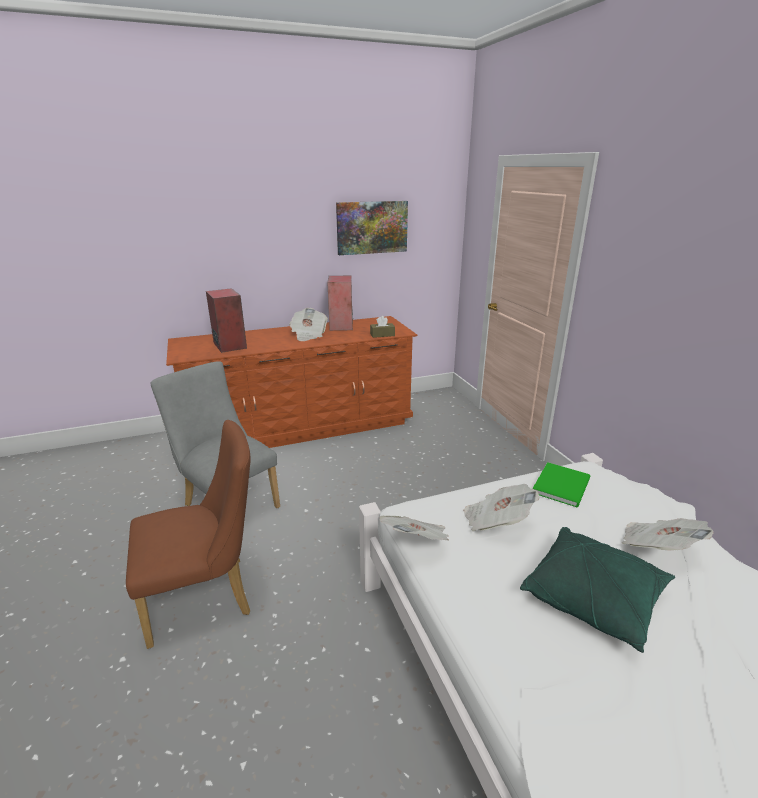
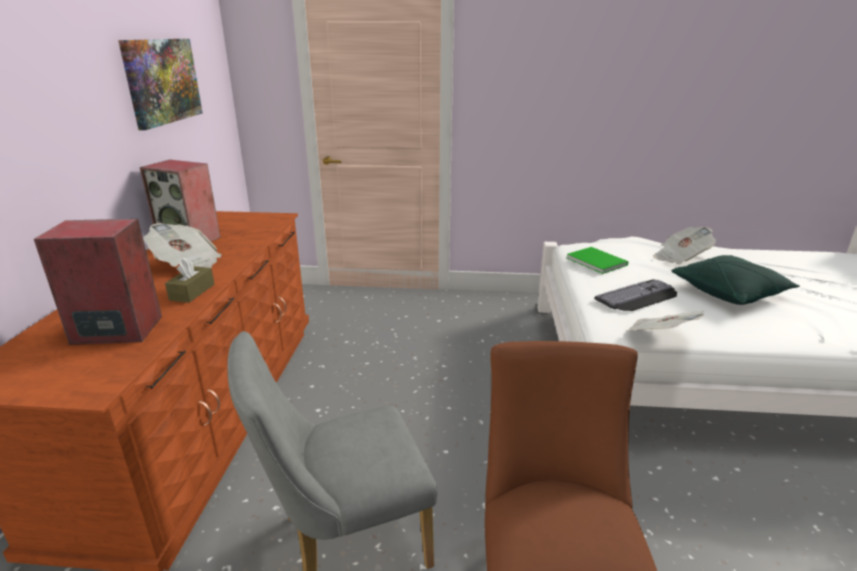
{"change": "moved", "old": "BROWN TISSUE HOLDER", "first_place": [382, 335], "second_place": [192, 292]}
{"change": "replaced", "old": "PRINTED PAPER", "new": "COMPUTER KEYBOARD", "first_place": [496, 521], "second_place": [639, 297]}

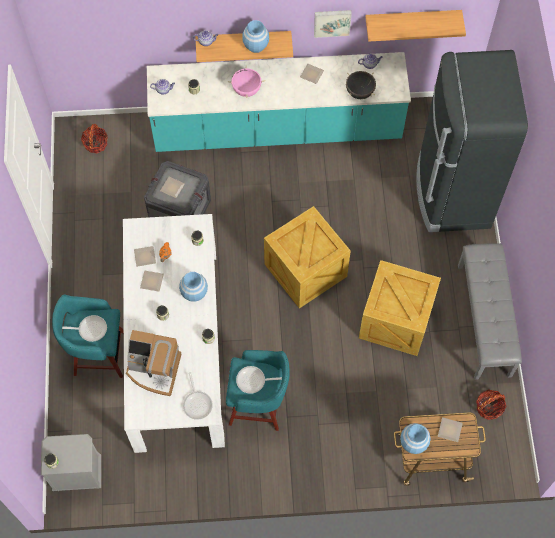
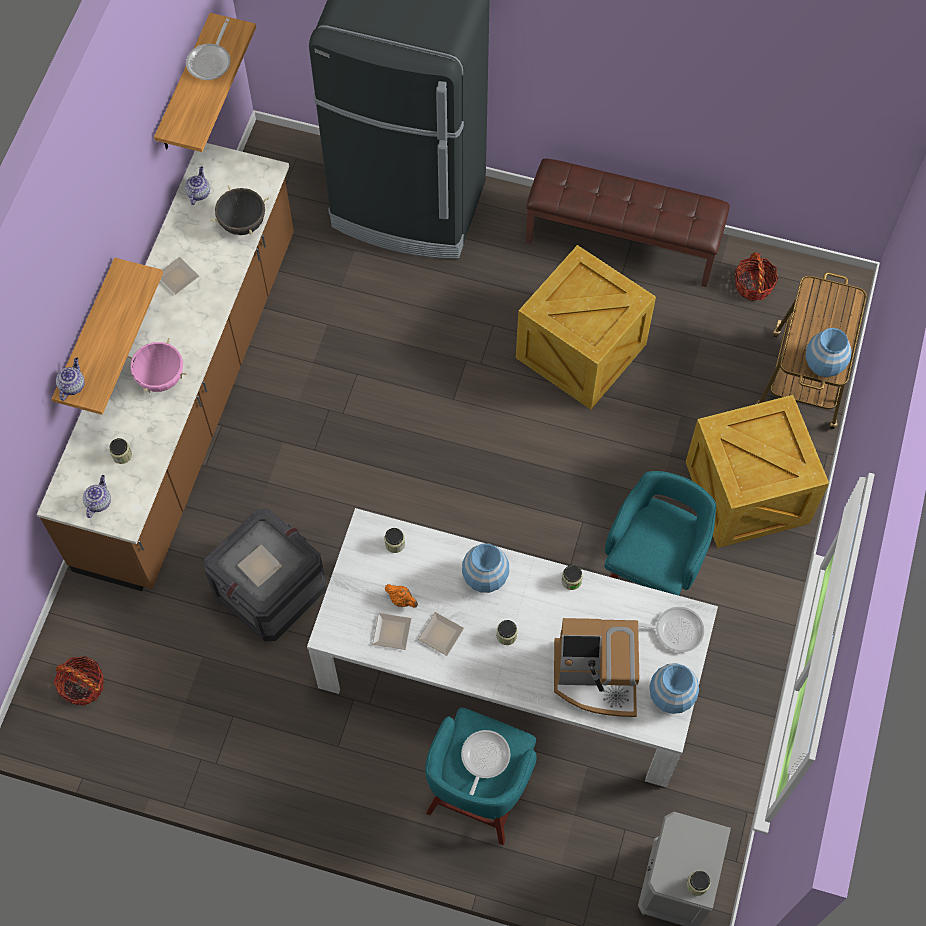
{"change": "turned", "old": "COFFEE BREWER", "first_place": [154, 369], "second_place": [596, 677], "degrees": 60}
{"change": "recoloured", "old": "TURQUOISE COUNTER", "new": "BROWN COUNTER", "first_place": [277, 130], "second_place": [191, 399]}
{"change": "moved", "old": "PAN", "first_place": [254, 381], "second_place": [211, 61]}
{"change": "moved", "old": "BLUE VASE", "first_place": [255, 45], "second_place": [671, 696]}
{"change": "moved", "old": "SHIPPING CRATE", "first_place": [305, 269], "second_place": [745, 491]}
{"change": "removed", "old": "PICTURE", "first_place": [332, 22]}
{"change": "removed", "old": "PLATE", "first_place": [450, 429]}
{"change": "recoloured", "old": "GRAY INDOOR BENCH", "new": "BROWN INDOOR BENCH", "first_place": [484, 320], "second_place": [622, 241]}

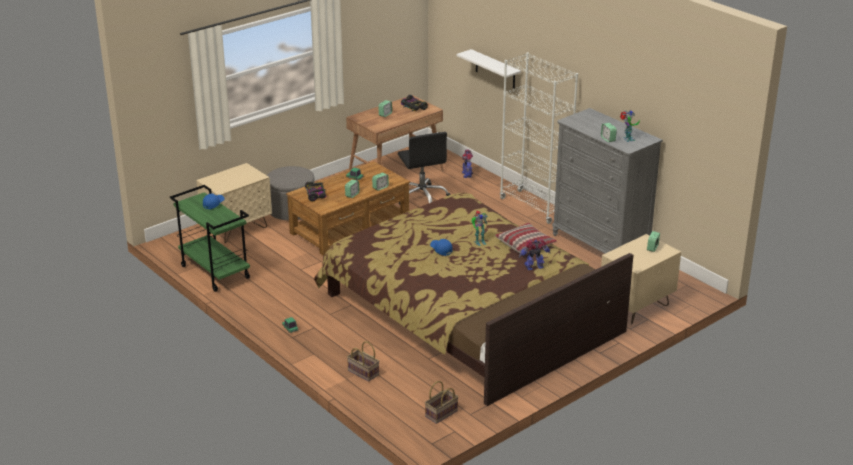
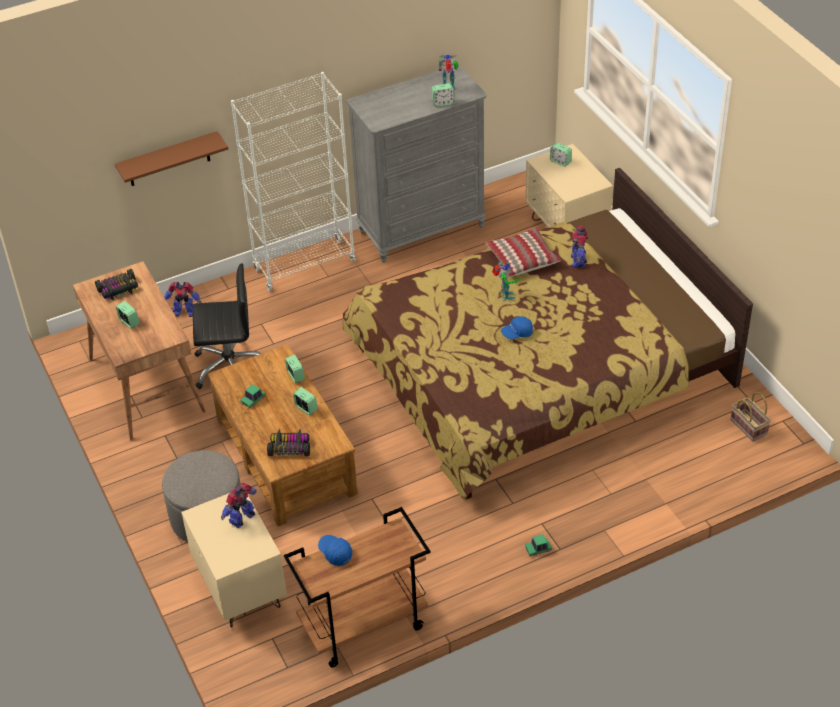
{"change": "recoloured", "old": "GREEN WHEELED CART", "new": "BROWN WHEELED CART", "first_place": [214, 272], "second_place": [363, 626]}
{"change": "removed", "old": "BASKET", "first_place": [362, 372]}
{"change": "recoloured", "old": "WHITE-COLOURED SHELF", "new": "BROWN SHELF", "first_place": [495, 69], "second_place": [168, 160]}
{"change": "added", "new": "TOY ROBOT", "second_place": [243, 519]}

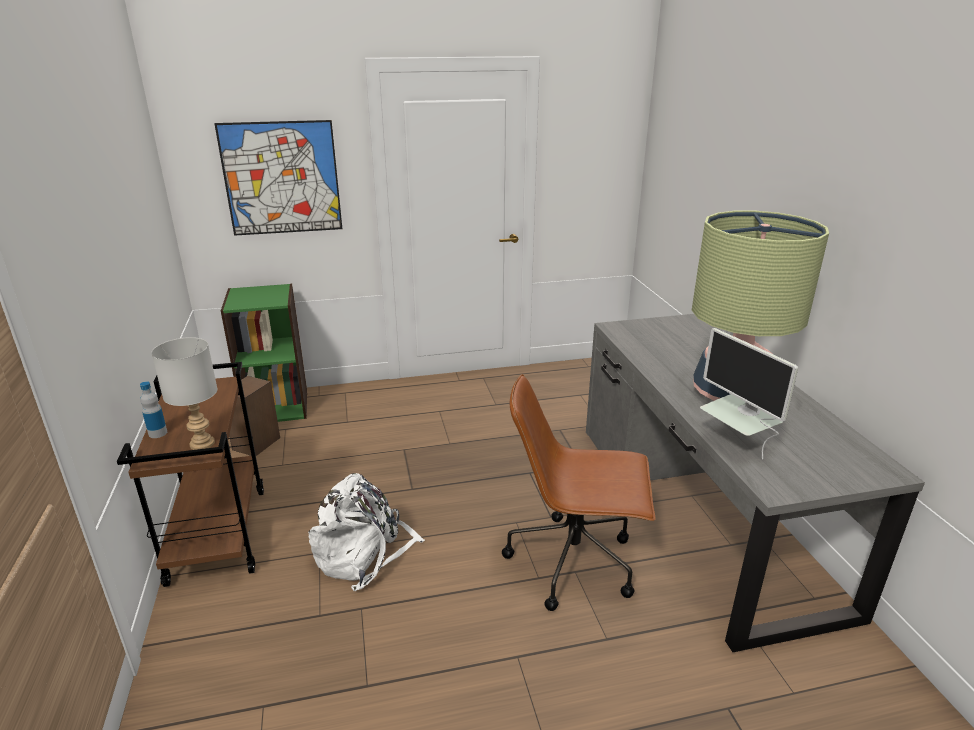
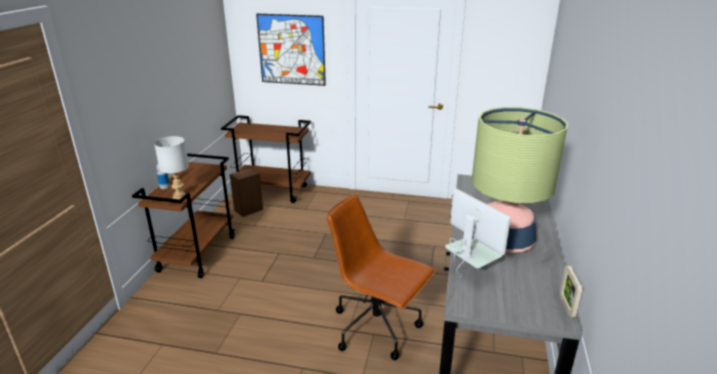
{"change": "replaced", "old": "GREEN BOOKSHELF", "new": "BROWN WHEELED CART", "first_place": [276, 407], "second_place": [273, 191]}
{"change": "removed", "old": "WHITE-COLOURED RUCKSACK", "first_place": [364, 553]}
{"change": "turned", "old": "COMPUTER DISPLAY", "first_place": [737, 443], "second_place": [469, 272], "degrees": 150}
{"change": "added", "new": "PHOTO FRAME", "second_place": [566, 306]}

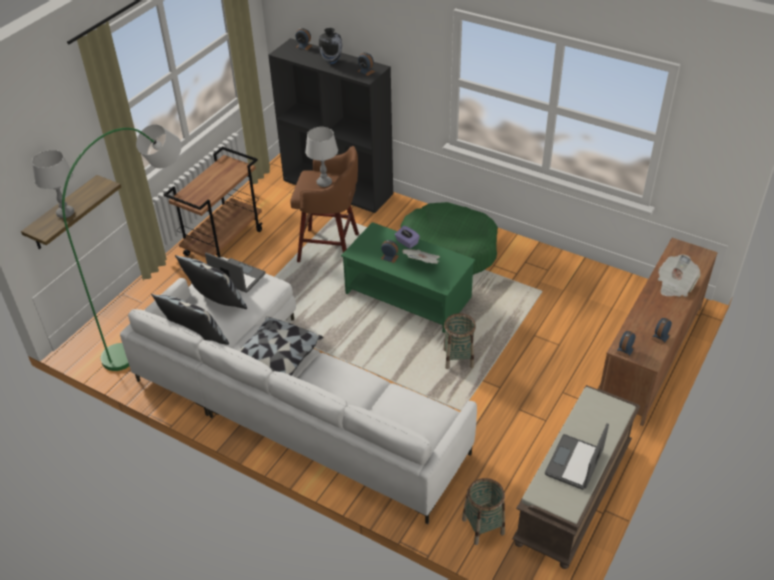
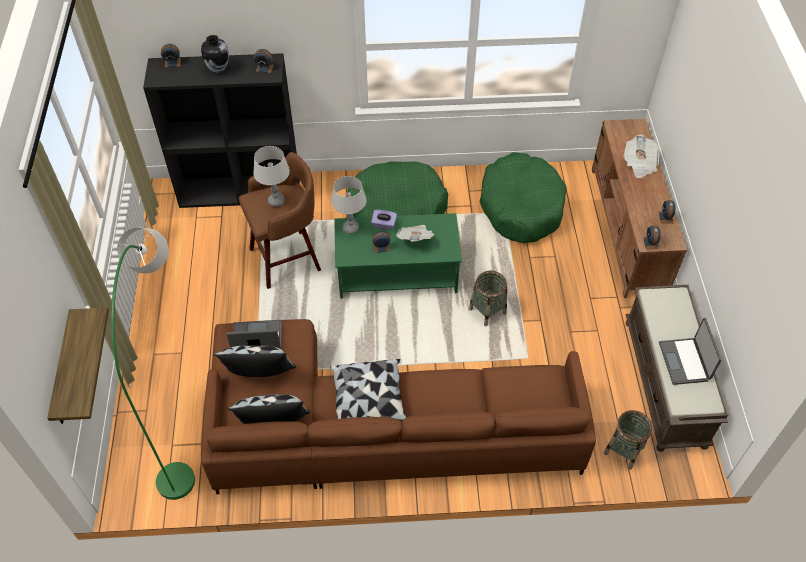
{"change": "moved", "old": "GRAY TABLE LAMP", "first_place": [65, 213], "second_place": [350, 228]}
{"change": "recoloured", "old": "WHITE-COLOURED SETTEE", "new": "BROWN SETTEE", "first_place": [289, 398], "second_place": [376, 428]}
{"change": "removed", "old": "BROWN WHEELED CART", "first_place": [224, 242]}
{"change": "added", "new": "GREEN DOG CUSHION", "second_place": [521, 206]}

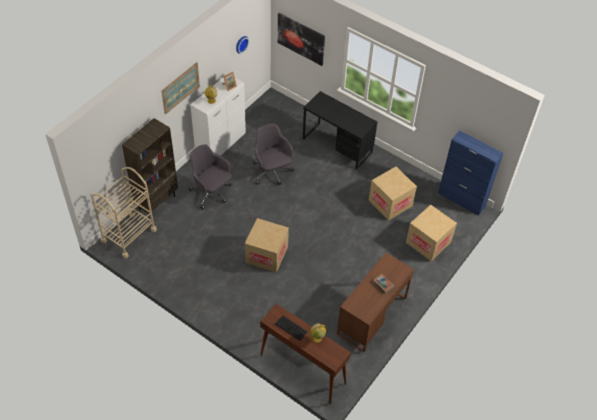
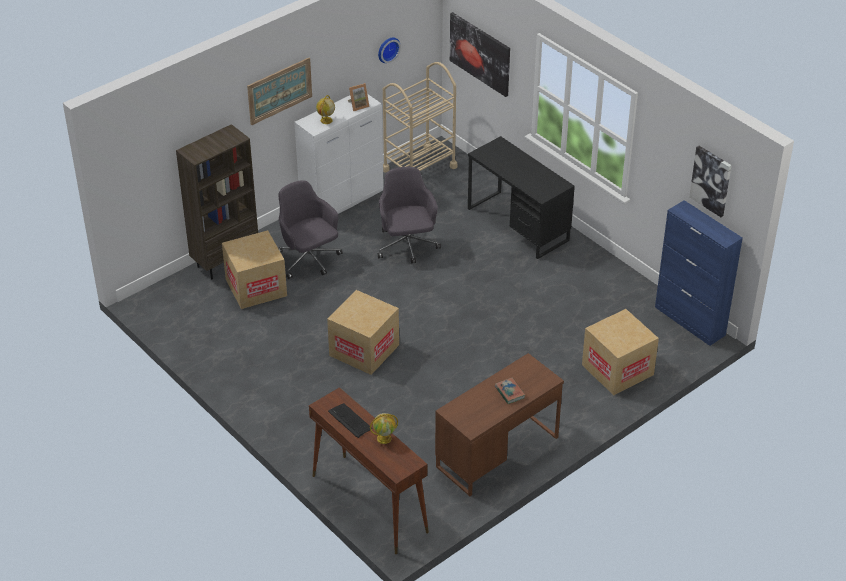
{"change": "moved", "old": "BEIGE-COLOURED WHEELED CART", "first_place": [129, 235], "second_place": [419, 168]}
{"change": "moved", "old": "CARTON", "first_place": [390, 203], "second_place": [256, 287]}
{"change": "added", "new": "PICTURE", "second_place": [711, 180]}

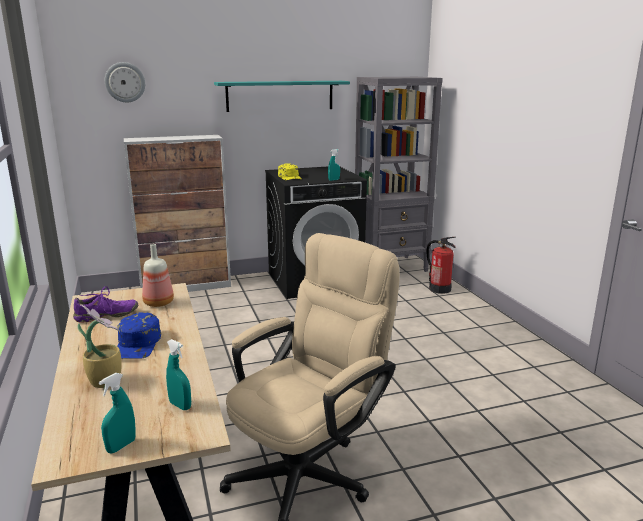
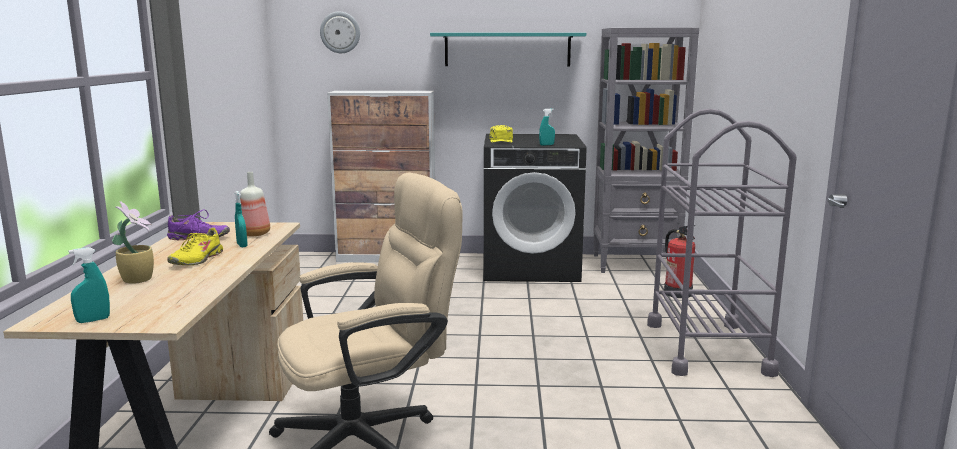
{"change": "replaced", "old": "BLUE CAP", "new": "YELLOWISH ITEM OF FOOTWEAR", "first_place": [138, 344], "second_place": [196, 260]}
{"change": "moved", "old": "TURQUOISE SPRAY BOTTLE", "first_place": [180, 405], "second_place": [242, 245]}
{"change": "added", "new": "GRAY WHEELED CART", "second_place": [707, 348]}

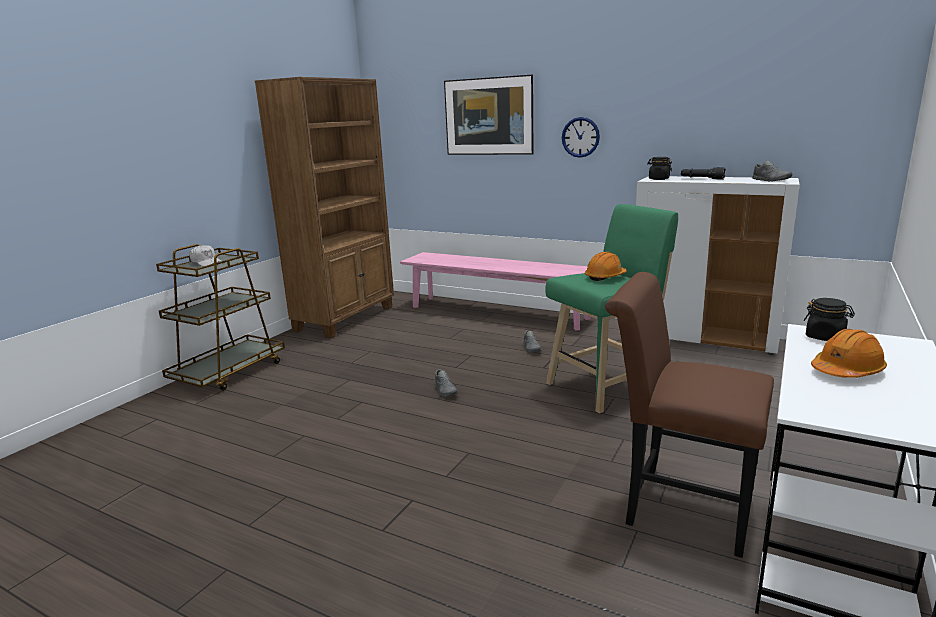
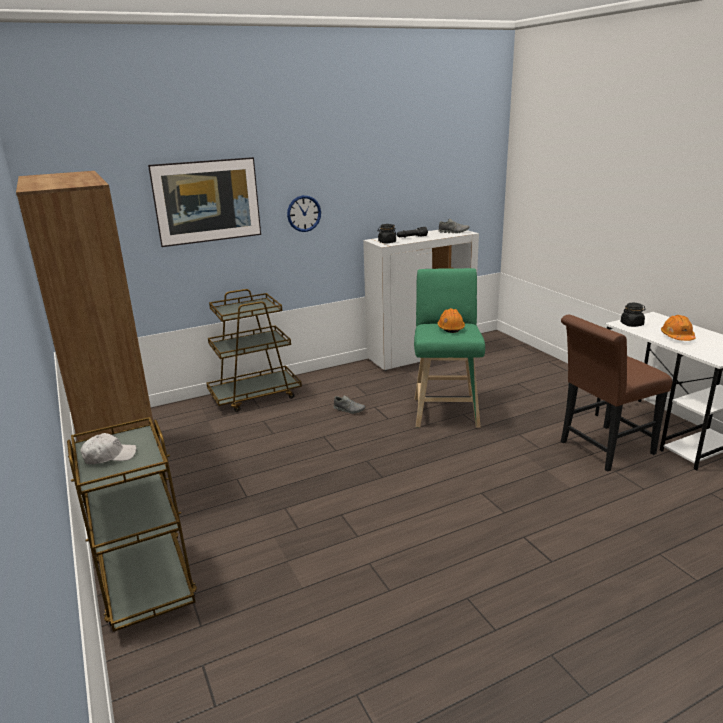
{"change": "replaced", "old": "PINK-COLOURED INDOOR BENCH", "new": "BROWN WHEELED CART", "first_place": [497, 312], "second_place": [255, 395]}
{"change": "removed", "old": "GRAY ITEM OF FOOTWEAR", "first_place": [445, 391]}

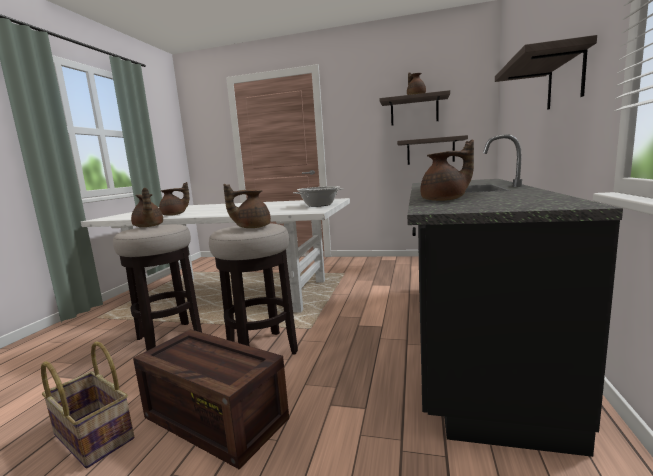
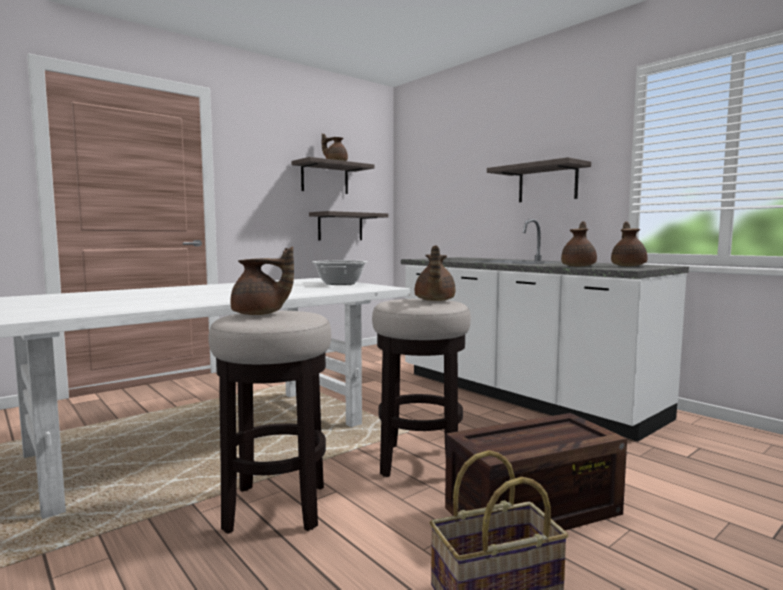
{"change": "moved", "old": "BROWN TEAPOT", "first_place": [174, 215], "second_place": [628, 266]}
{"change": "recoloured", "old": "BLACK COUNTER", "new": "WHITE-COLOURED COUNTER", "first_place": [467, 337], "second_place": [521, 395]}

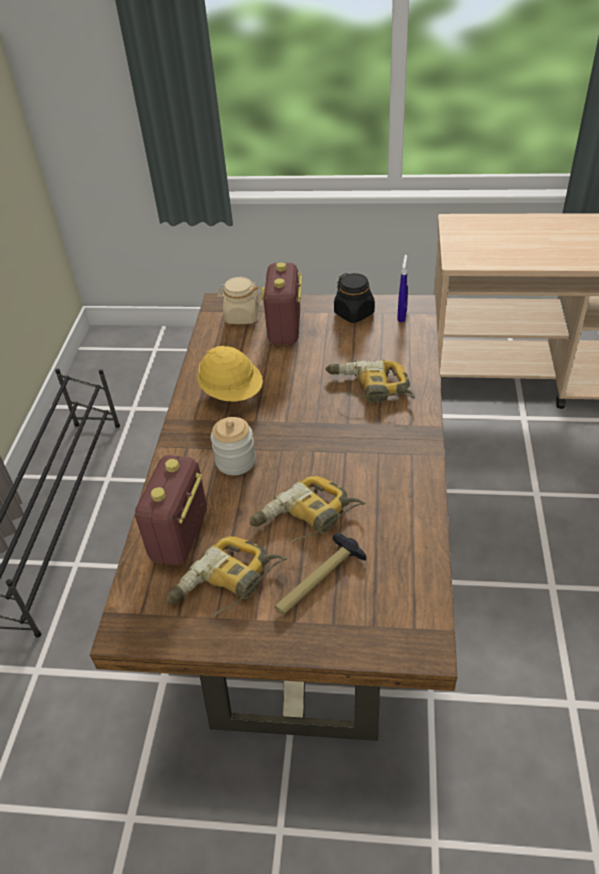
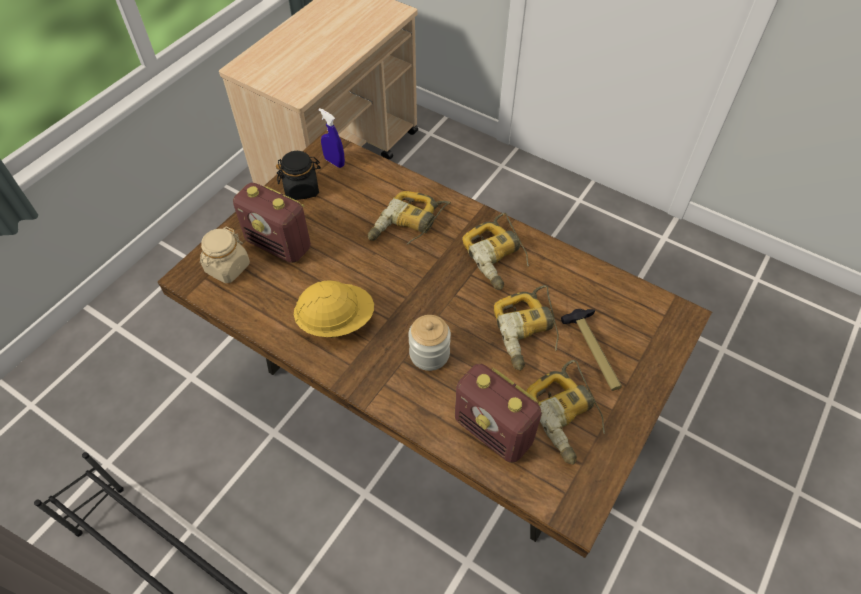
{"change": "added", "new": "ELECTRIC DRILL", "second_place": [498, 257]}

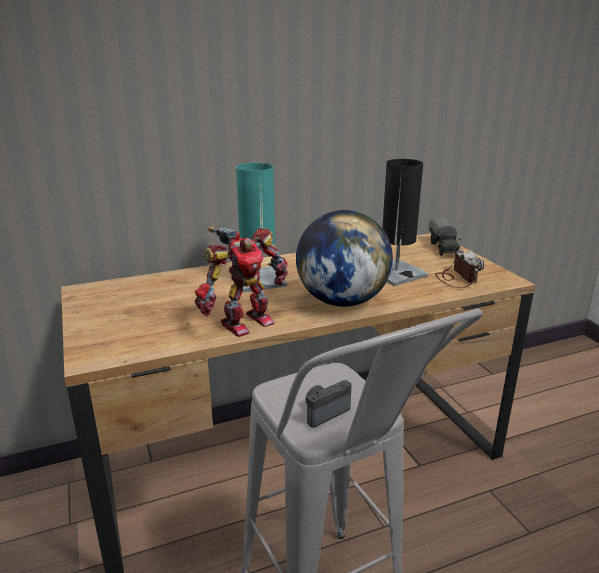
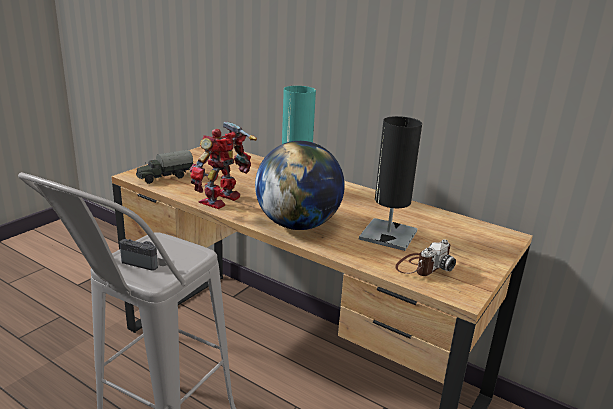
{"change": "turned", "old": "TOY ROBOT", "first_place": [244, 322], "second_place": [222, 201], "degrees": 105}
{"change": "moved", "old": "TOY TRUCK", "first_place": [443, 248], "second_place": [164, 177]}

